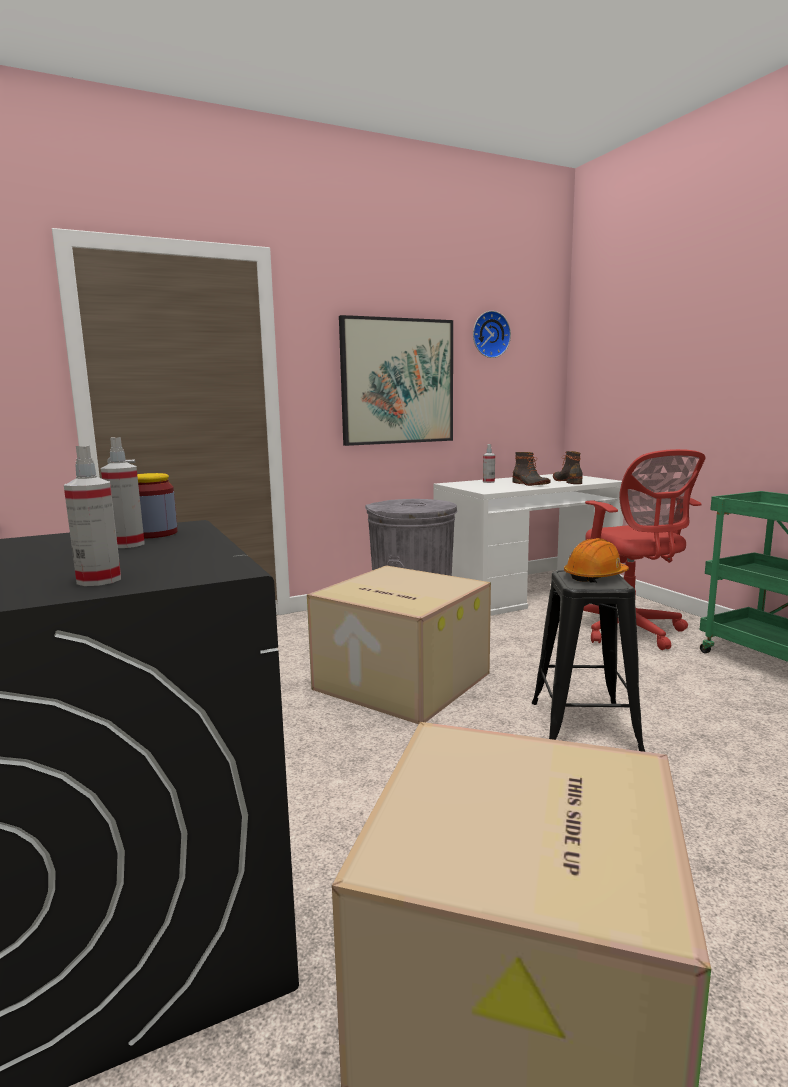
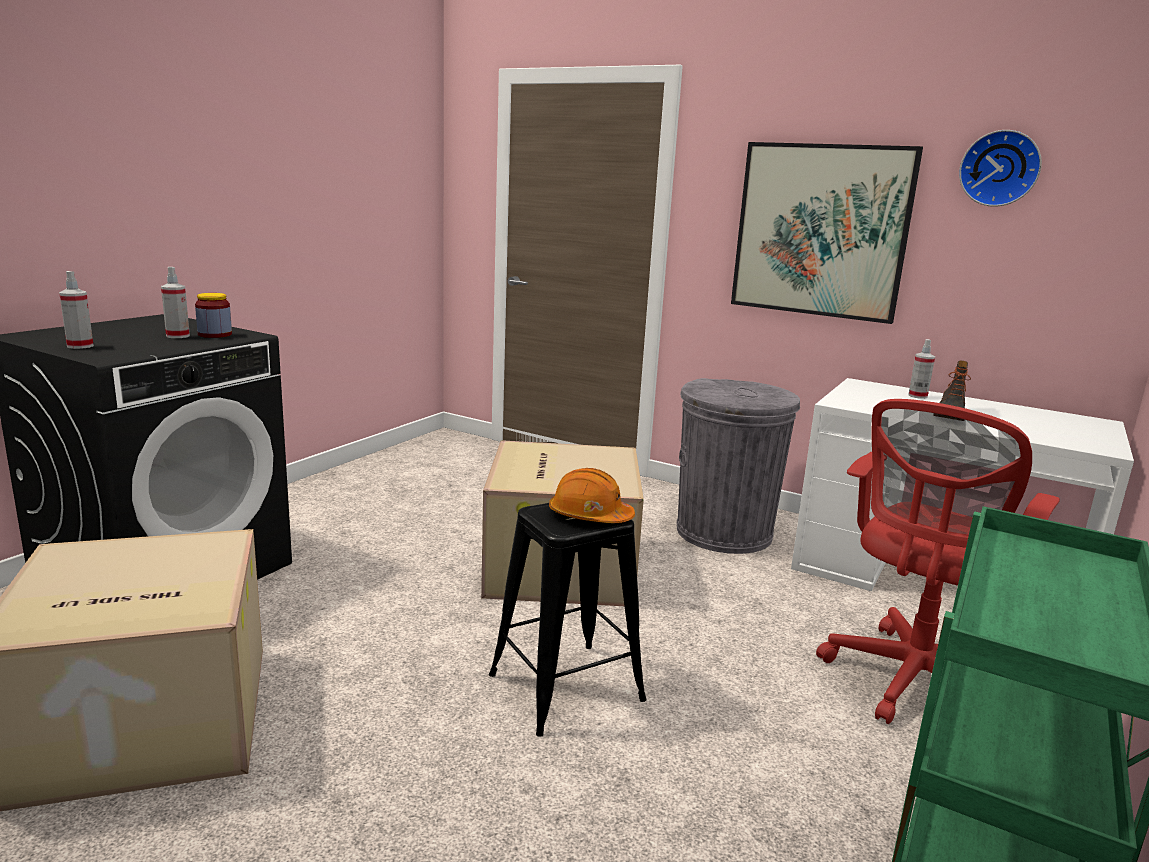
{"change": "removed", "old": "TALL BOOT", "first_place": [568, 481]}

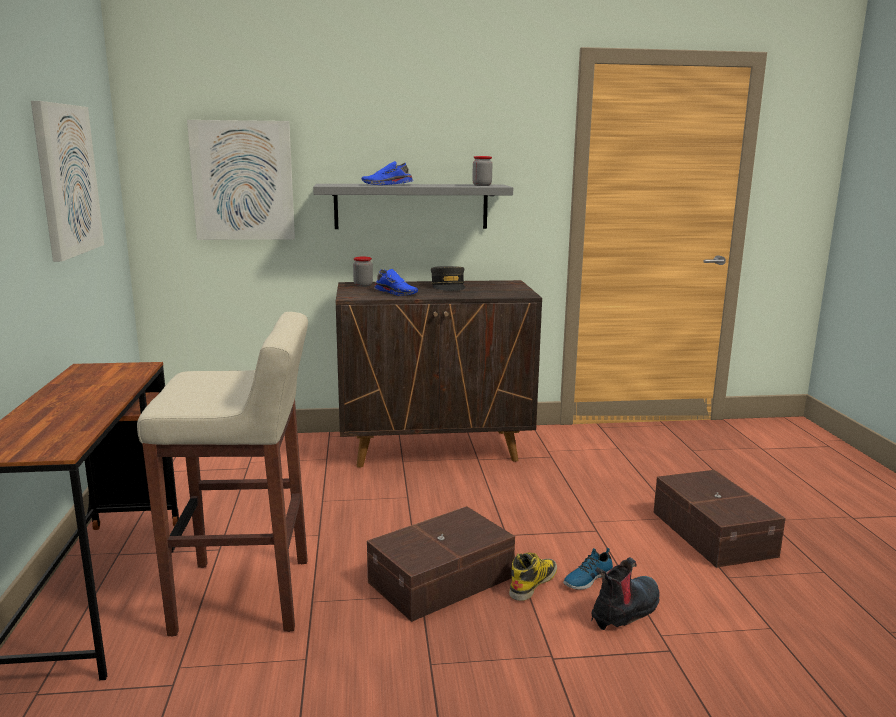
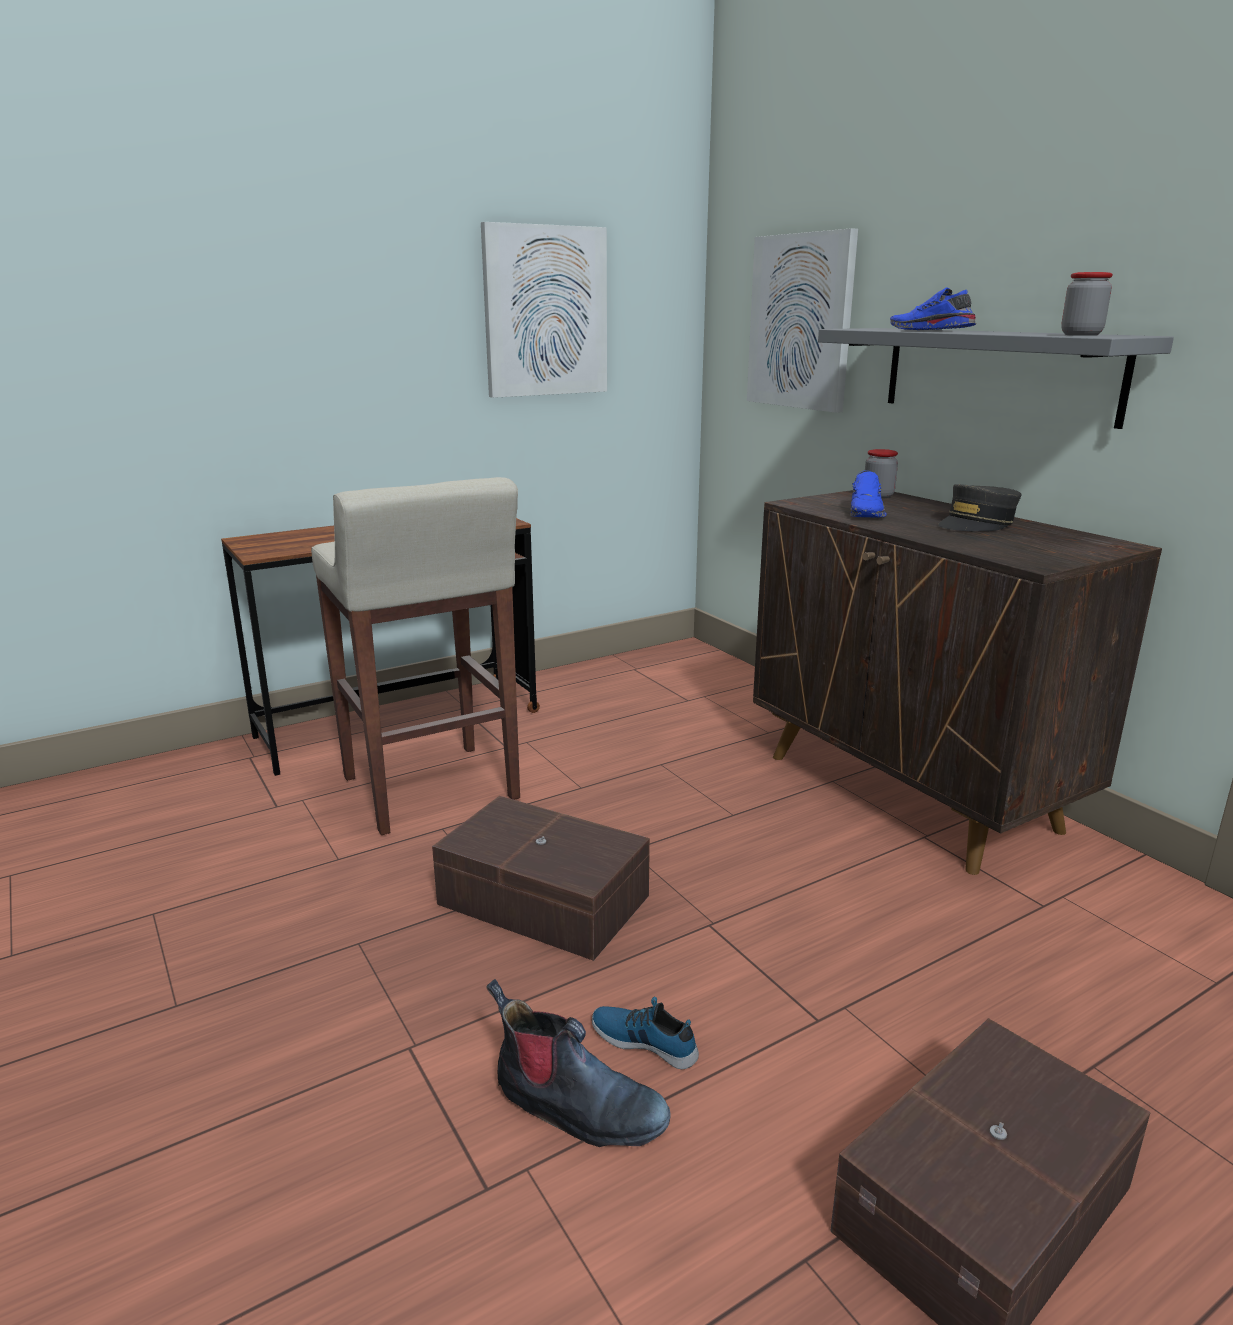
{"change": "removed", "old": "TALL BOOT", "first_place": [533, 583]}

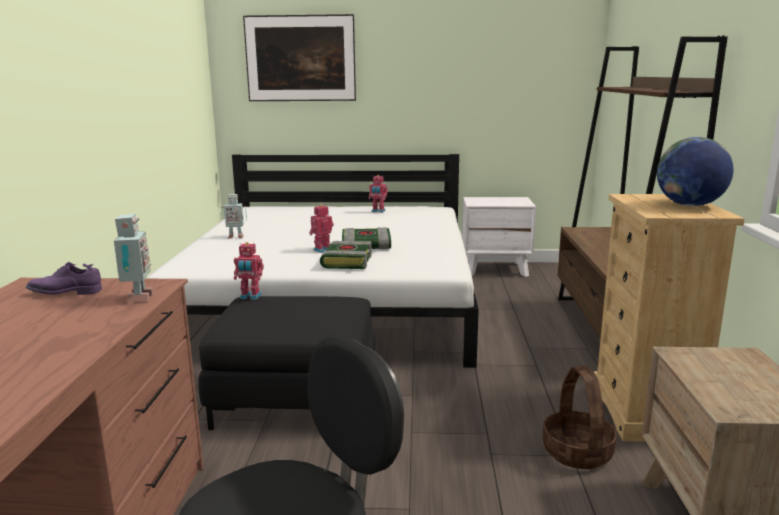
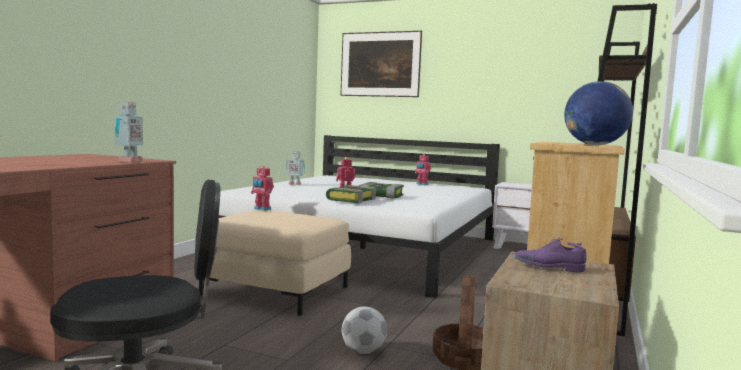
{"change": "moved", "old": "PURPLE-COLOURED ITEM OF FOOTWEAR", "first_place": [65, 293], "second_place": [548, 268]}
{"change": "recoloured", "old": "BLACK FOOTREST", "new": "BEIGE-COLOURED FOOTREST", "first_place": [296, 398], "second_place": [276, 290]}
{"change": "added", "new": "FOOTBALL BALL", "second_place": [362, 351]}

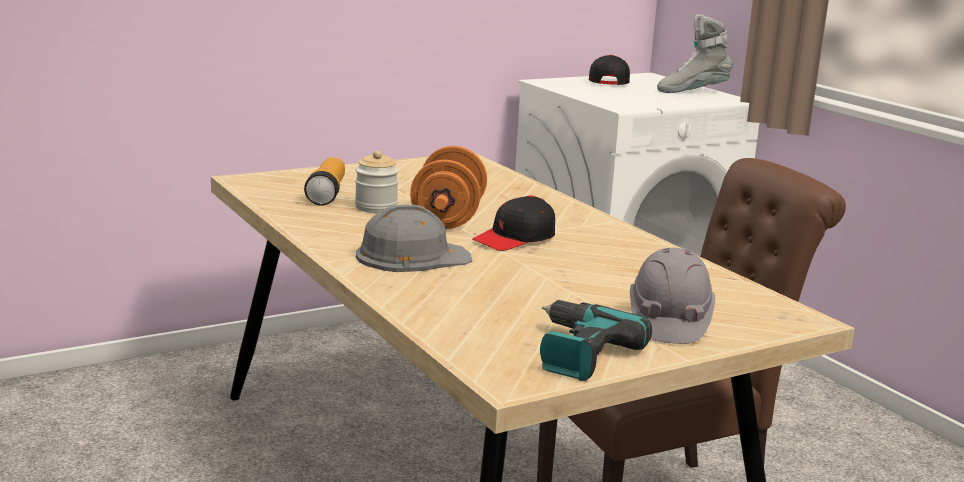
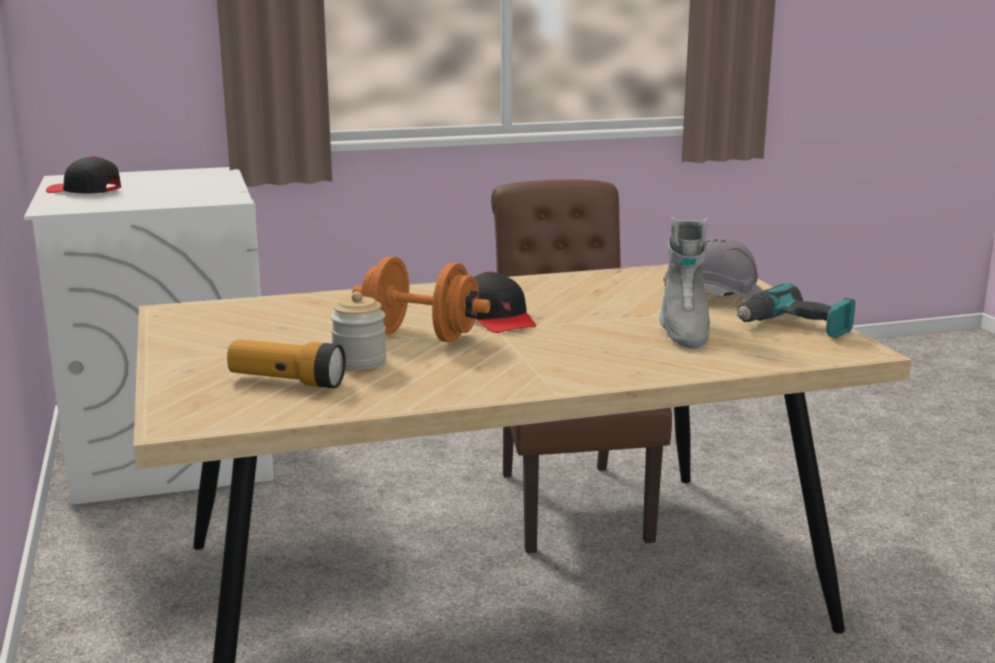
{"change": "removed", "old": "GRAY WORK HELMET", "first_place": [412, 256]}
{"change": "moved", "old": "GRAY TALL BOOT", "first_place": [692, 92], "second_place": [683, 331]}

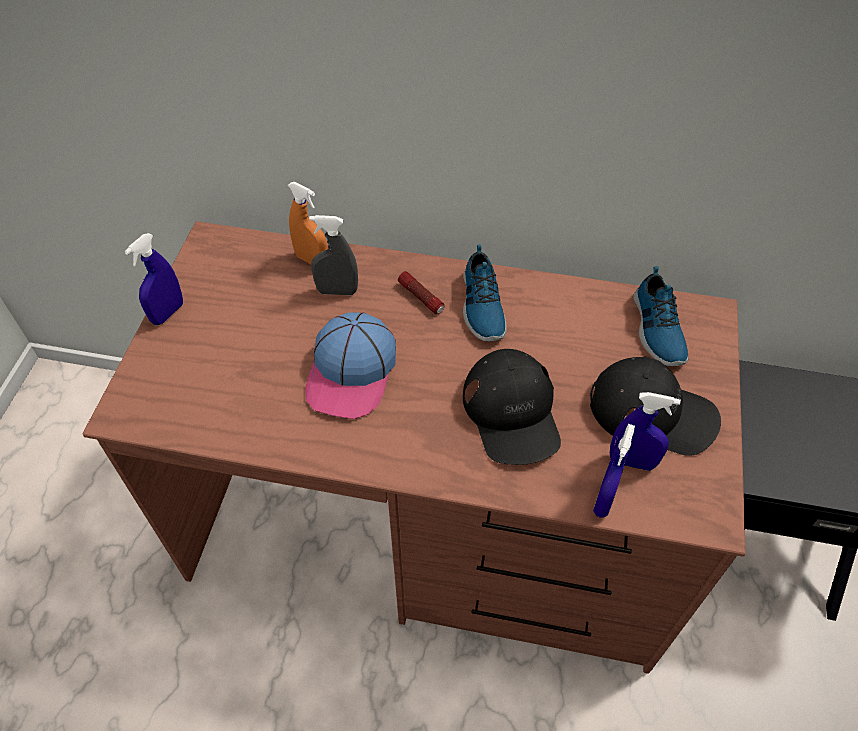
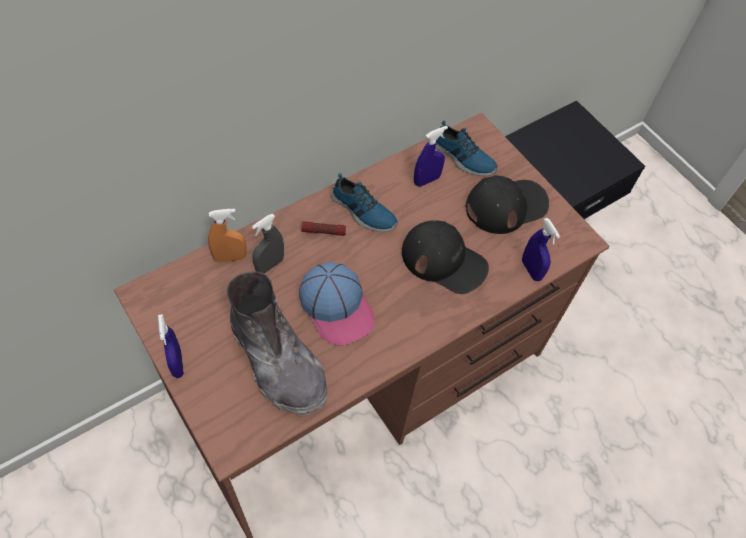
{"change": "moved", "old": "BLUE SPRAY BOTTLE", "first_place": [632, 462], "second_place": [426, 180]}
{"change": "added", "new": "GRAY TALL BOOT", "second_place": [278, 362]}

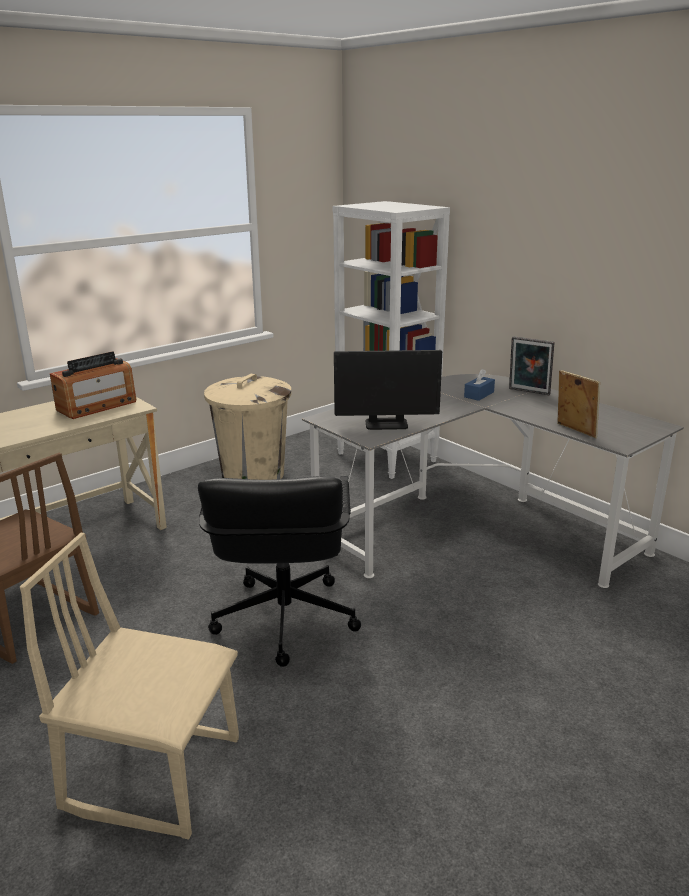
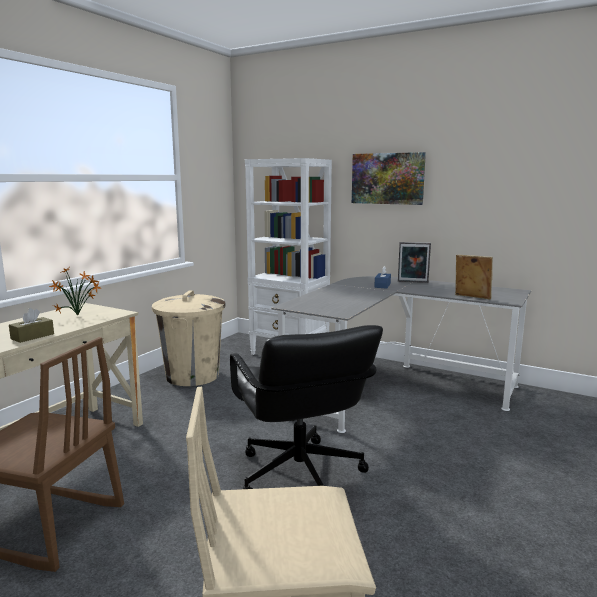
{"change": "replaced", "old": "RADIO", "new": "POTTED PLANT", "first_place": [97, 406], "second_place": [79, 315]}
{"change": "removed", "old": "COMPUTER DISPLAY", "first_place": [386, 424]}
{"change": "added", "new": "BROWN TISSUE HOLDER", "second_place": [32, 336]}
{"change": "added", "new": "PICTURE", "second_place": [387, 178]}

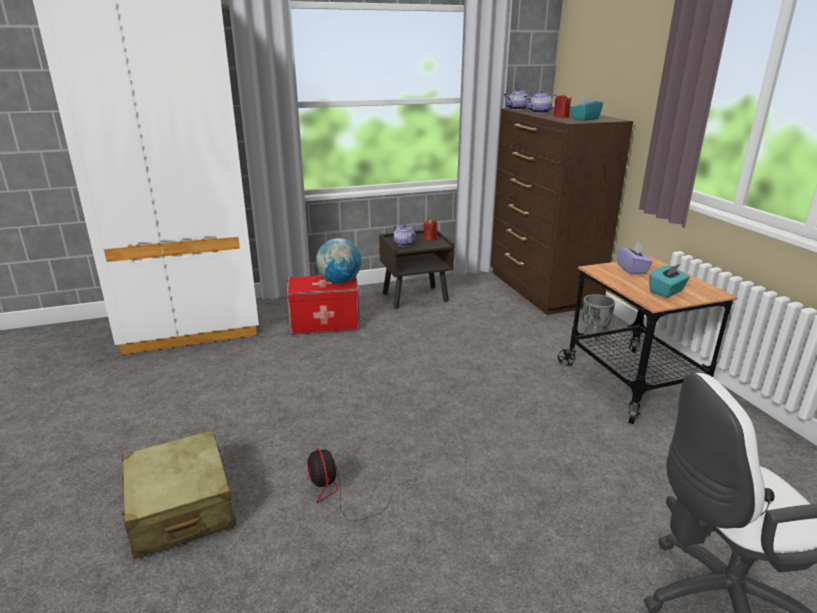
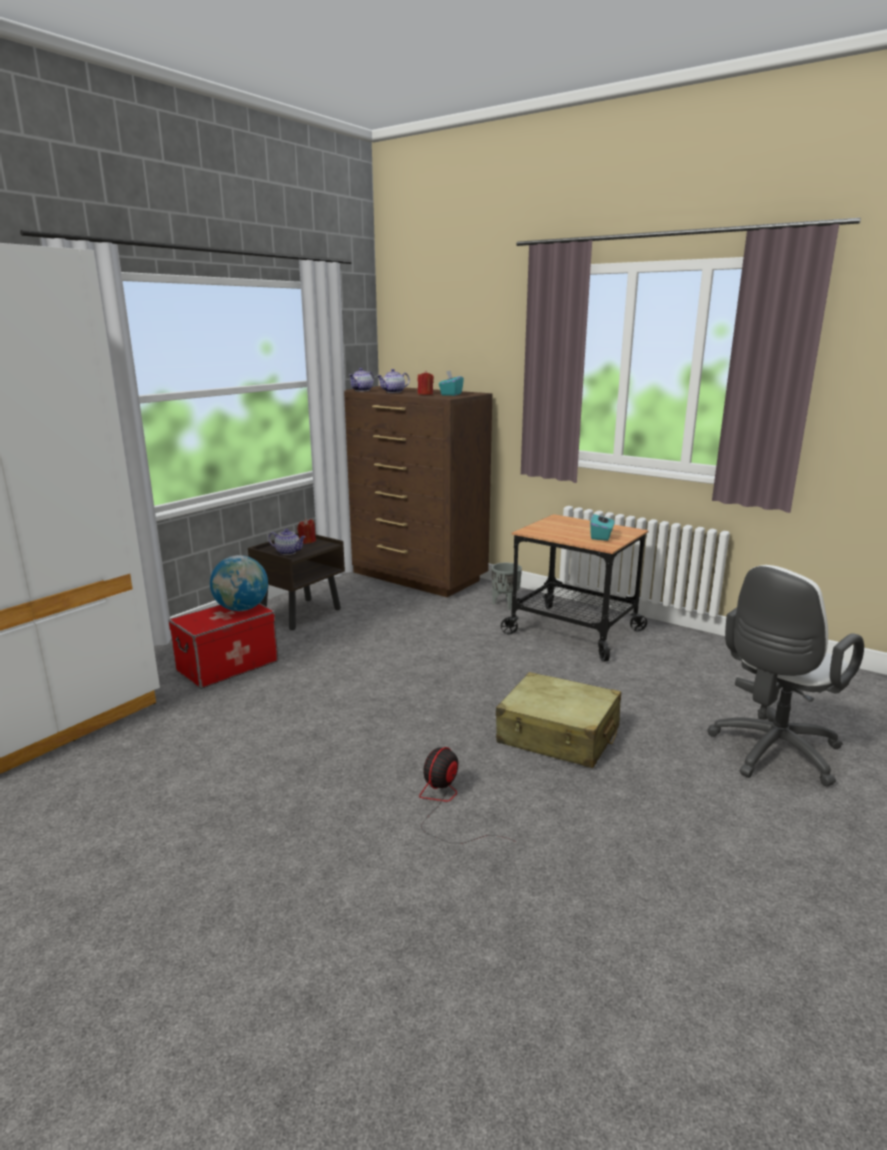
{"change": "moved", "old": "BEIGE-COLOURED PIECE OF LUGGAGE", "first_place": [181, 507], "second_place": [558, 736]}
{"change": "turned", "old": "FAN", "first_place": [341, 494], "second_place": [446, 806], "degrees": 90}
{"change": "removed", "old": "PURPLE-COLOURED TISSUE HOLDER", "first_place": [632, 269]}

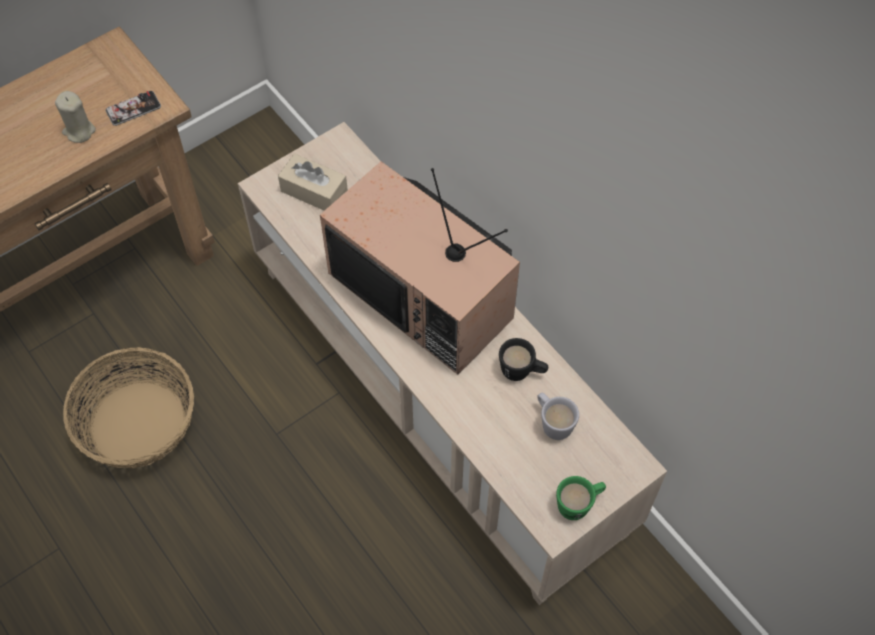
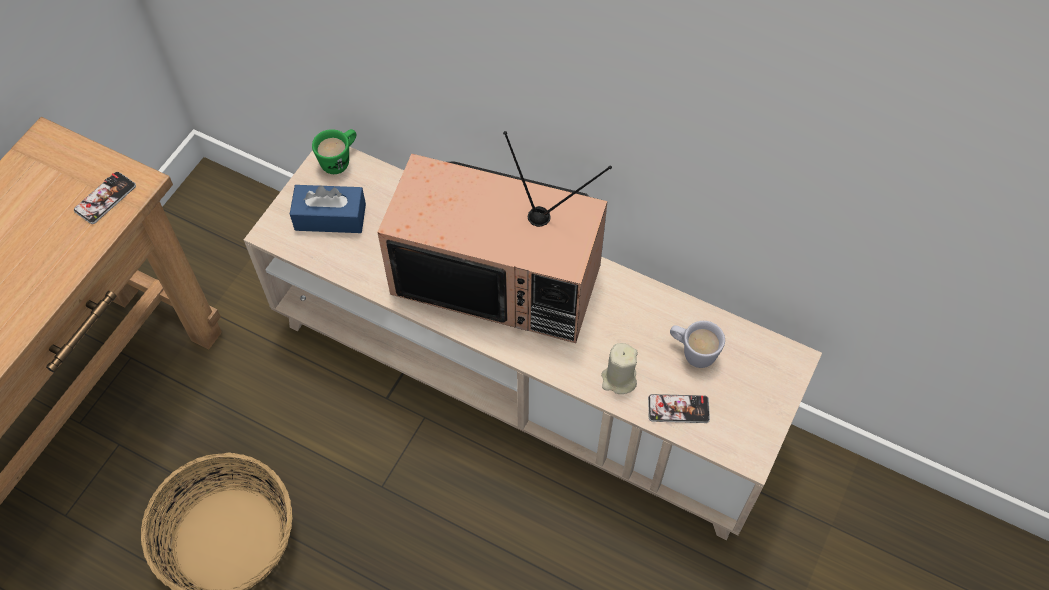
{"change": "moved", "old": "BEIGE-COLOURED WAX LIGHT", "first_place": [79, 131], "second_place": [618, 379]}
{"change": "recoloured", "old": "BEIGE-COLOURED TISSUE HOLDER", "new": "BLUE TISSUE HOLDER", "first_place": [314, 191], "second_place": [330, 217]}
{"change": "removed", "old": "BLACK TEA MUG", "first_place": [522, 372]}
{"change": "moved", "old": "GREEN TEA MUG", "first_place": [579, 504], "second_place": [340, 160]}
{"change": "added", "new": "PHONE", "second_place": [678, 409]}

